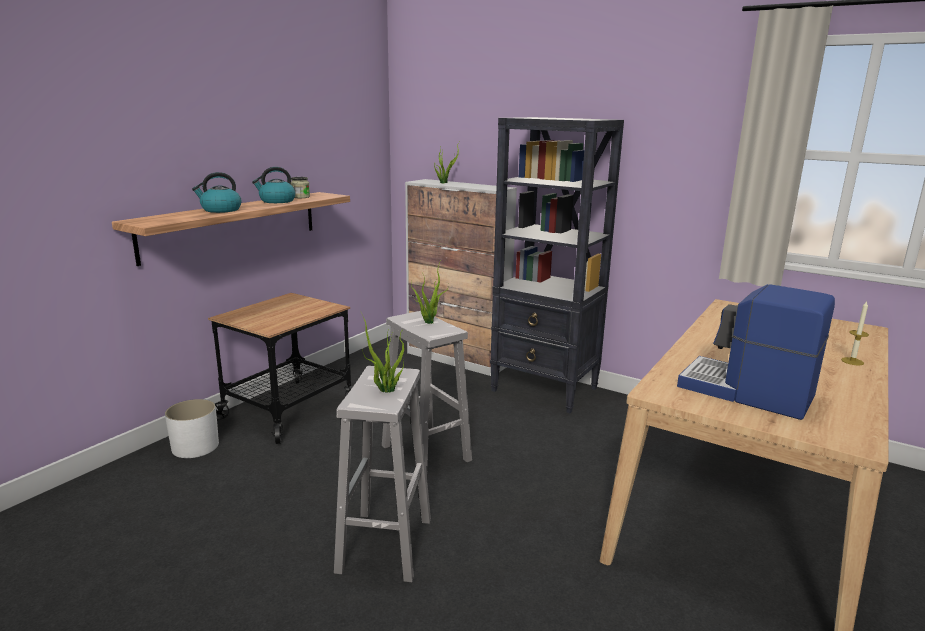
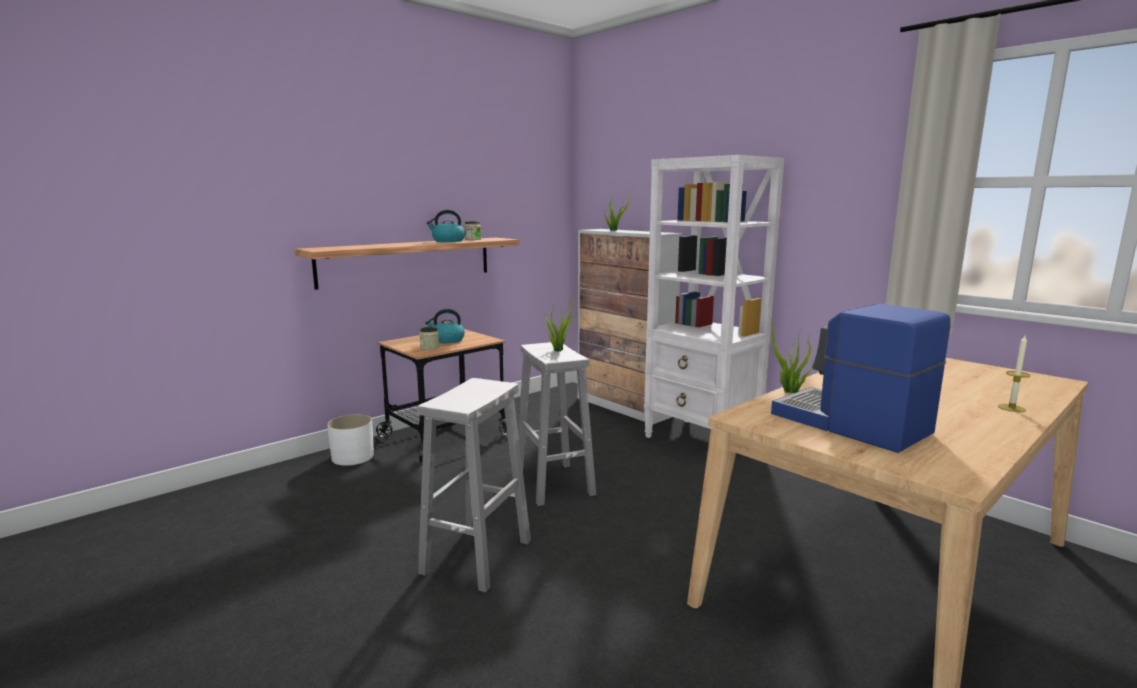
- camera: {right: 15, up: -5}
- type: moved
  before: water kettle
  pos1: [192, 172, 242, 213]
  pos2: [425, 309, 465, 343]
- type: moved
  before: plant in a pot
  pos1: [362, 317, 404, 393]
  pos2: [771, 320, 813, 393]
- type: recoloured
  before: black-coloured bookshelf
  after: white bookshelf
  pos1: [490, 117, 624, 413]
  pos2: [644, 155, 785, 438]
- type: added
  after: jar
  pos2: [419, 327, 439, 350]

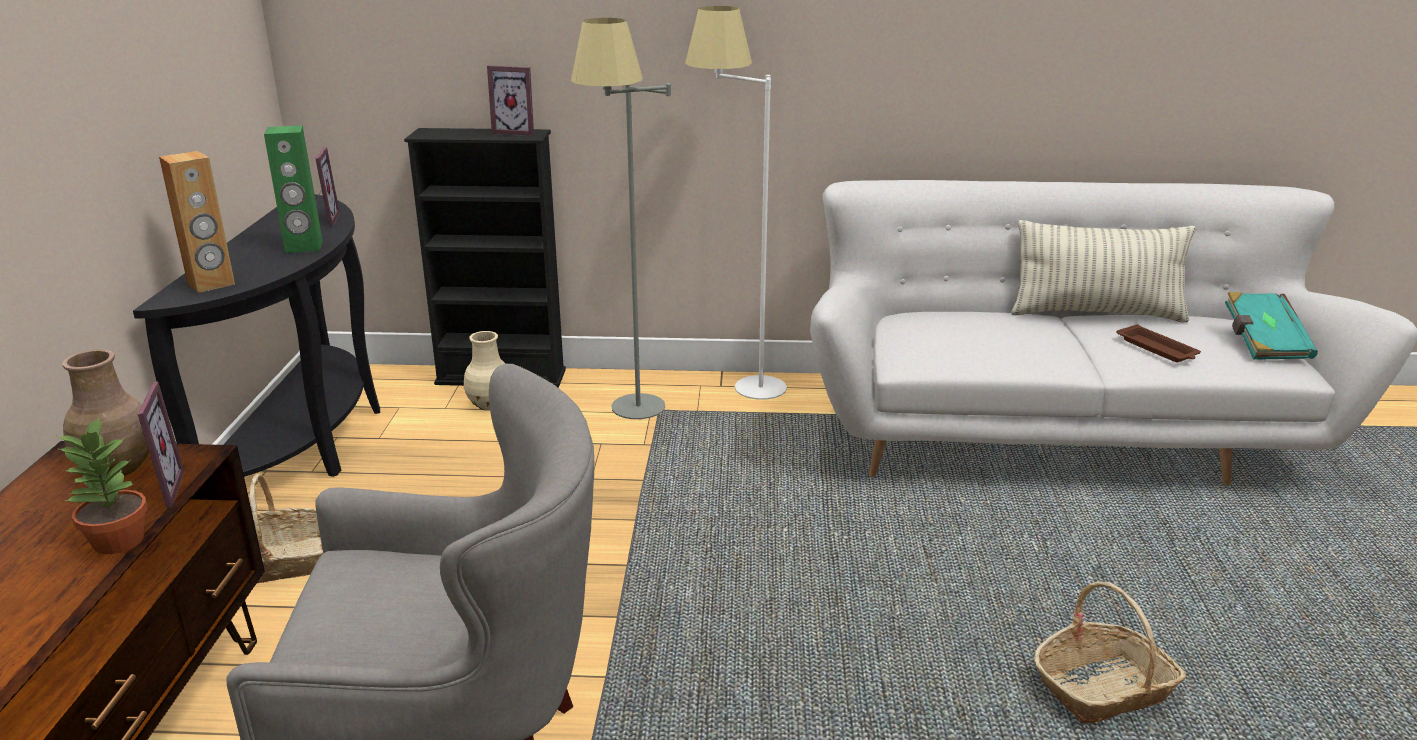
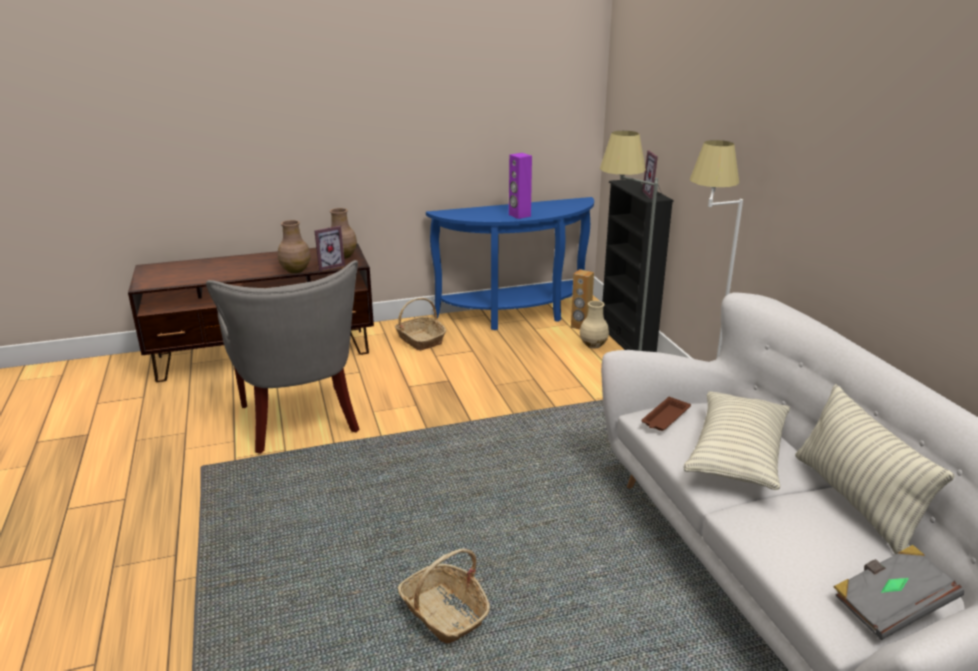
- camera: {right: 70, up: 0}
- type: replaced
  before: plant in a pot
  after: brown-coloured decorative vase
  pos1: [57, 417, 147, 555]
  pos2: [278, 220, 311, 273]
- type: recoloured
  before: black-coloured console table
  after: bluish console table
  pos1: [133, 194, 380, 477]
  pos2: [426, 197, 594, 330]
- type: moved
  before: brown-coloured audio speaker
  pos1: [159, 151, 235, 293]
  pos2: [571, 269, 594, 330]
- type: recoloured
  before: greenish audio speaker
  after: purple-coloured audio speaker
  pos1: [264, 125, 323, 253]
  pos2: [509, 153, 532, 219]
- type: removed
  before: standing frame
  pos1: [316, 147, 340, 227]
- type: moved
  before: brown-coloured serving tray
  pos1: [1116, 324, 1201, 362]
  pos2: [641, 397, 691, 431]
- type: recoloured
  before: blue-green volume
  after: gray volume
  pos1: [1225, 292, 1318, 360]
  pos2: [833, 545, 964, 640]
- type: added
  after: throw pillow
  pos2: [684, 391, 790, 490]

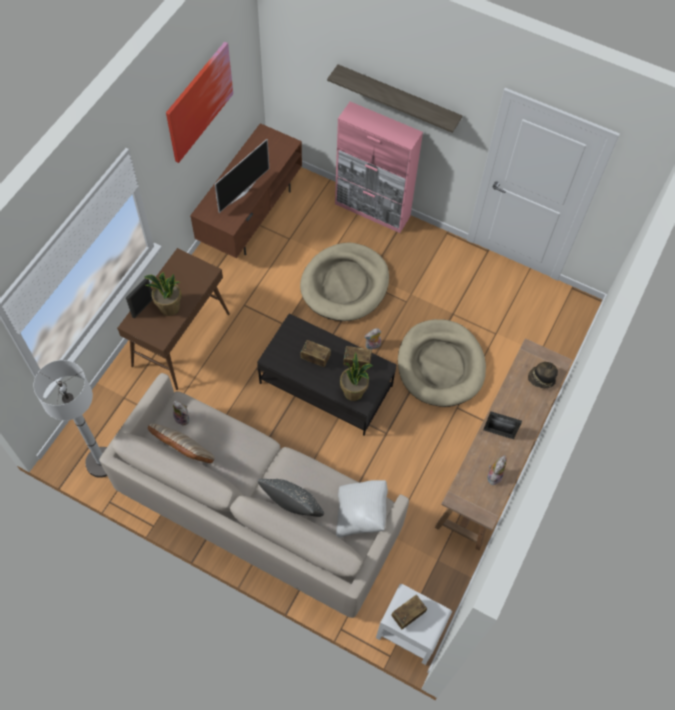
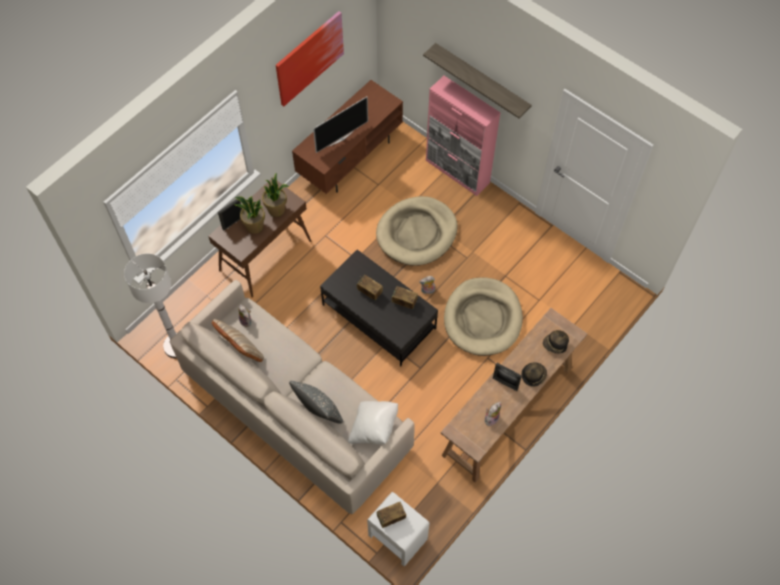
- camera: {right: 15, up: 0}
- type: moved
  before: plant in a pot
  pos1: [340, 352, 373, 401]
  pos2: [262, 173, 289, 217]
- type: added
  after: hat
  pos2: [522, 362, 547, 387]

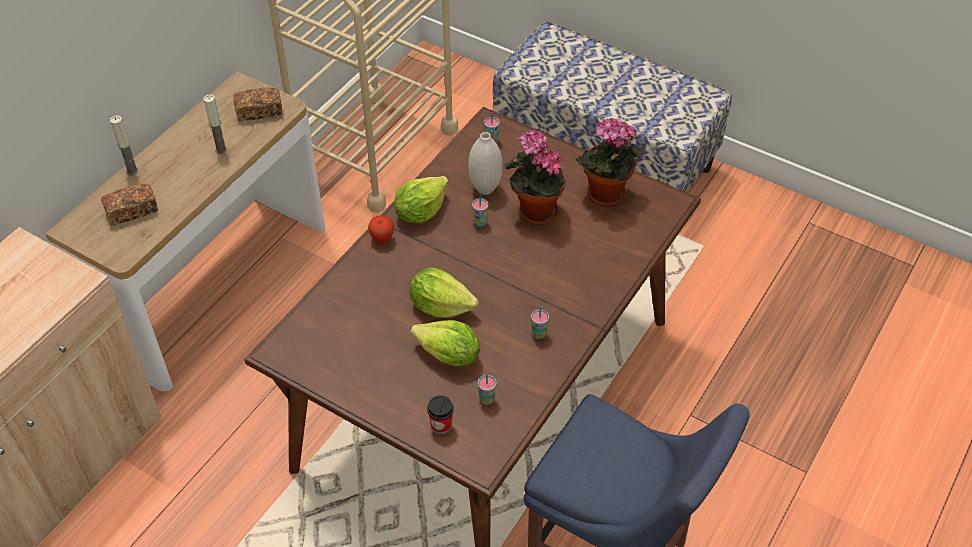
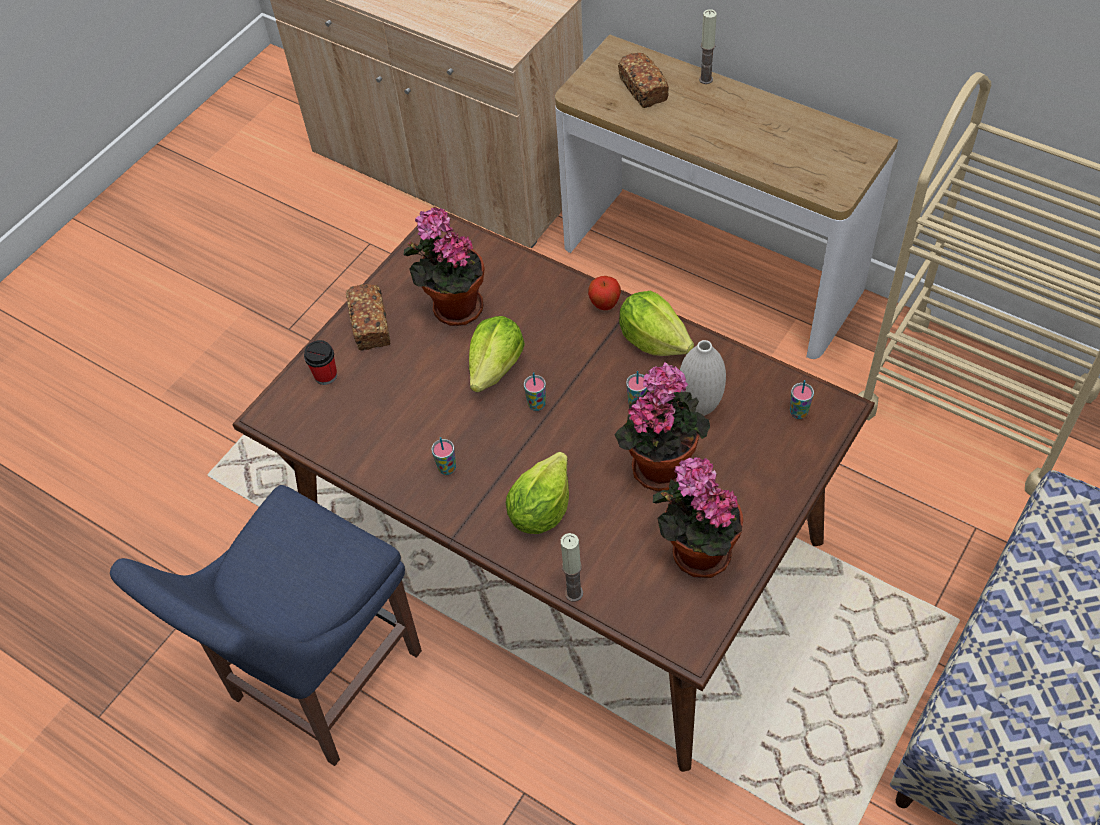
- camera: {right: 95, up: 5}
- type: moved
  before: candle
  pos1: [203, 94, 227, 154]
  pos2: [561, 533, 583, 602]
- type: moved
  before: baked bread
  pos1: [233, 87, 282, 122]
  pos2: [346, 284, 390, 350]
- type: moved
  before: lettuce head
  pos1: [411, 320, 480, 367]
  pos2: [506, 452, 569, 534]
- type: moved
  before: small cup
  pos1: [478, 373, 496, 405]
  pos2: [524, 372, 546, 411]
- type: added
  after: plant in a pot
  pos2: [404, 207, 485, 326]

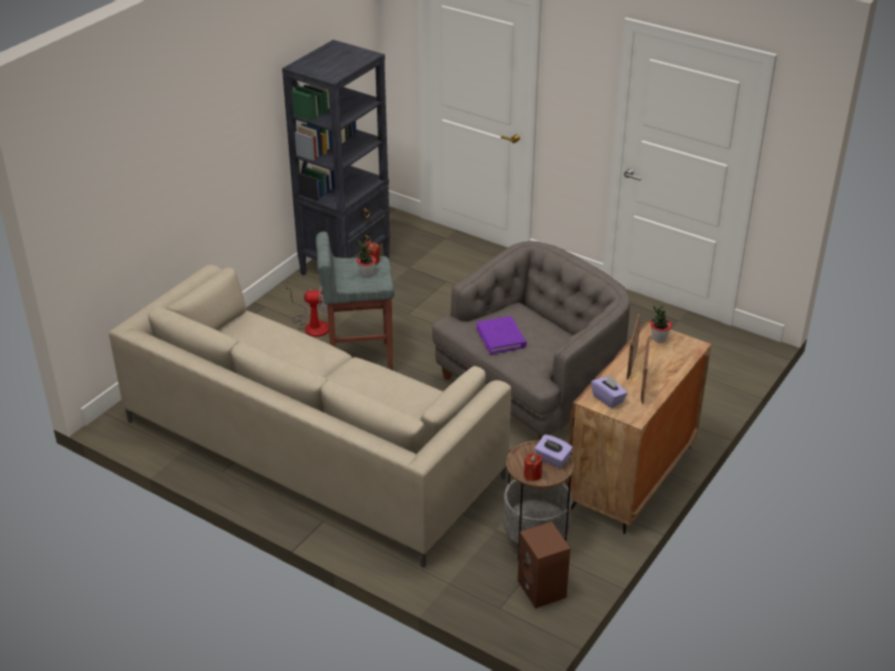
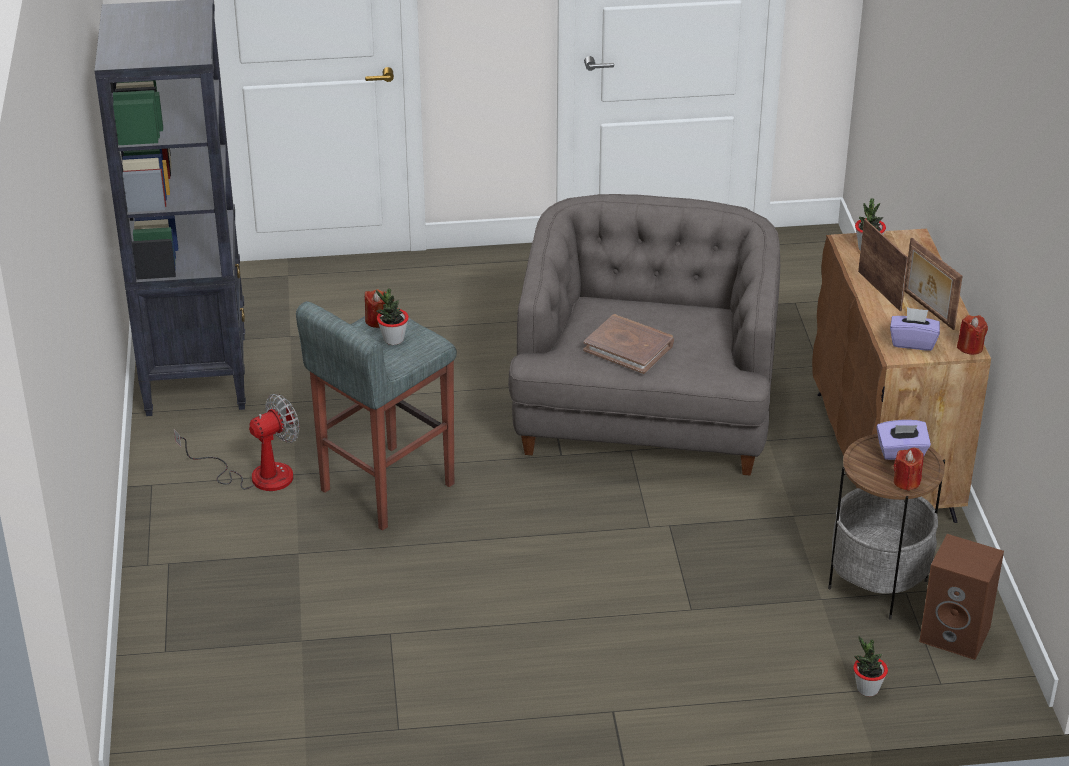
- camera: {right: -40, up: 0}
- type: removed
  before: beige-coloured sofa
  pos1: [109, 265, 511, 568]
- type: recoloured
  before: purple-coloured volume
  after: brown-coloured volume
  pos1: [476, 316, 527, 354]
  pos2: [583, 314, 674, 374]
- type: added
  after: plant in a pot
  pos2: [853, 636, 888, 697]
- type: added
  after: red candle
  pos2: [957, 315, 988, 355]

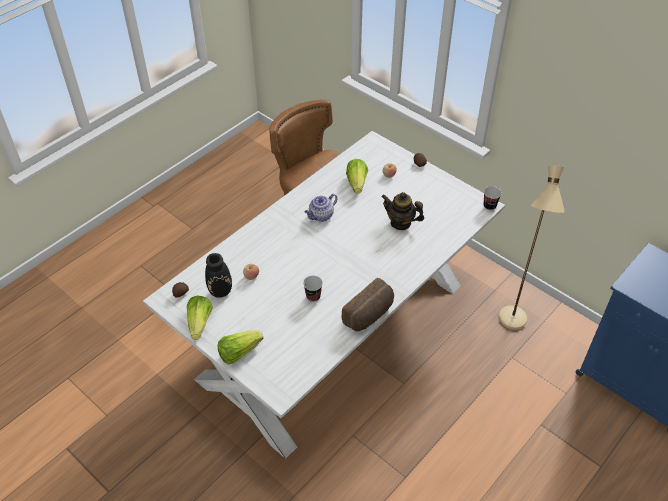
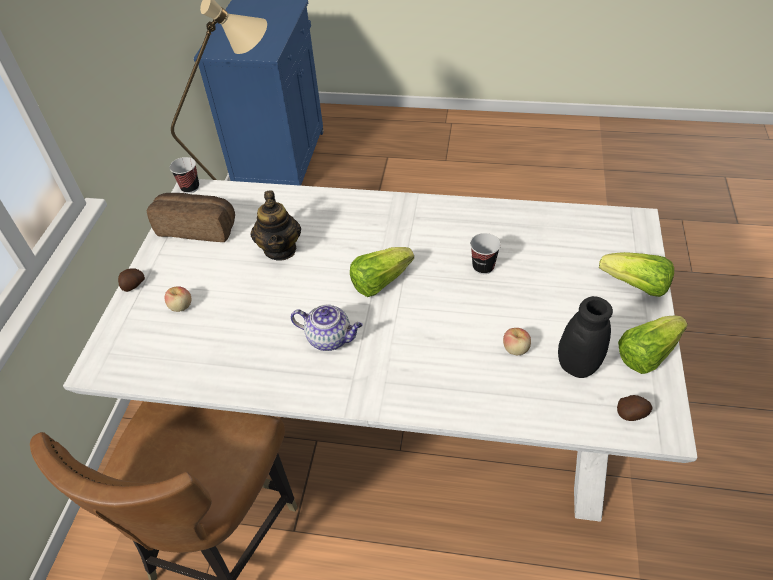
- camera: {right: -120, up: 0}
- type: moved
  before: baked bread
  pos1: [342, 278, 394, 331]
  pos2: [147, 193, 235, 242]
- type: moved
  before: lettuce head
  pos1: [346, 159, 368, 194]
  pos2: [350, 247, 414, 297]

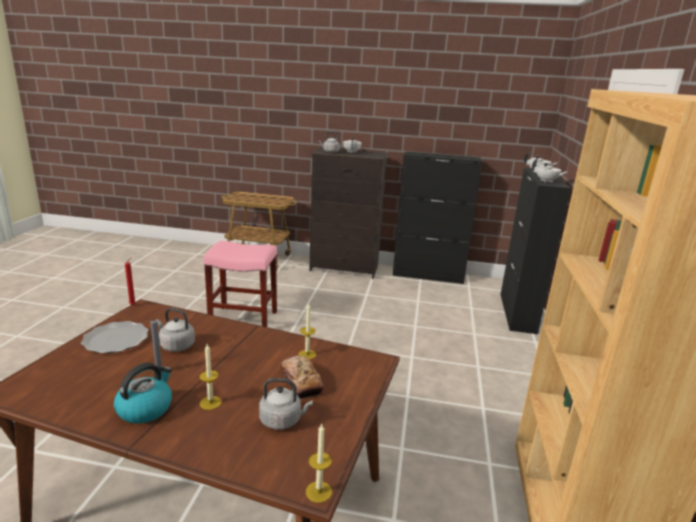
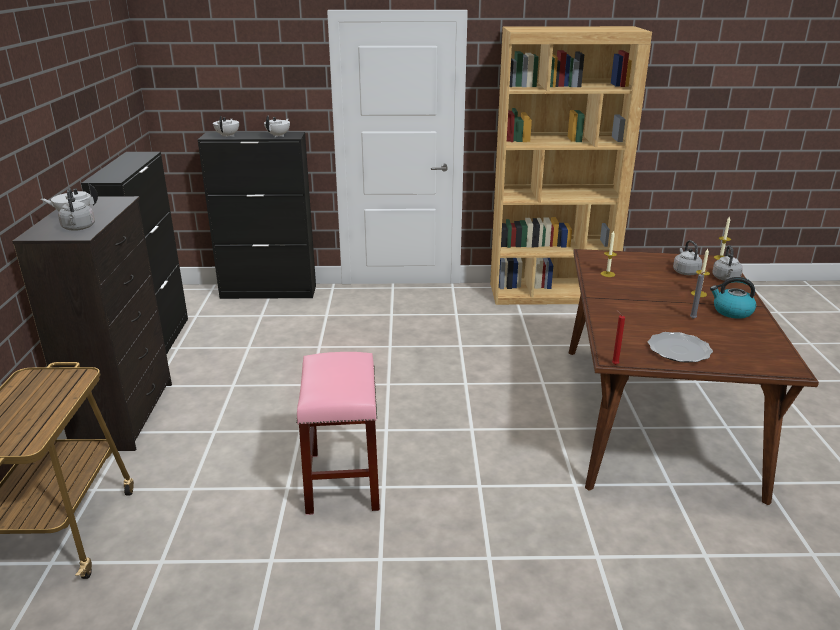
- camera: {right: -100, up: 5}
- type: moved
  before: gray water kettle
  pos1: [156, 308, 195, 352]
  pos2: [712, 245, 743, 281]
- type: removed
  before: baked bread
  pos1: [280, 356, 324, 399]

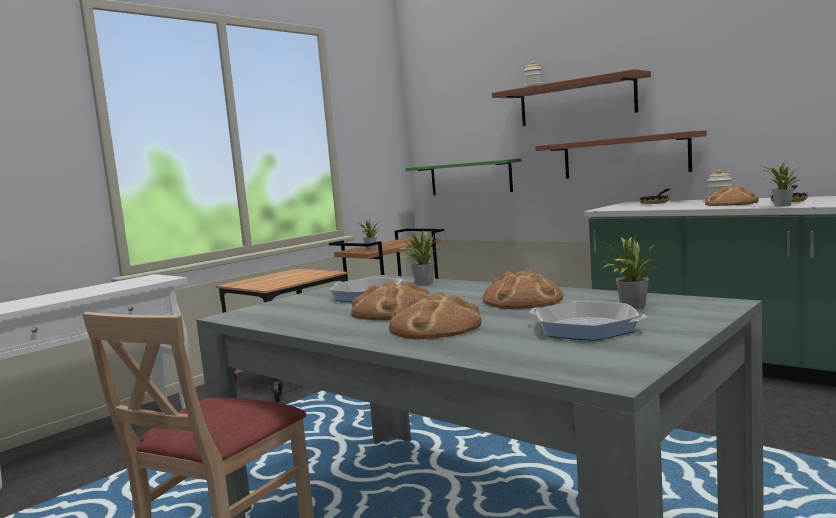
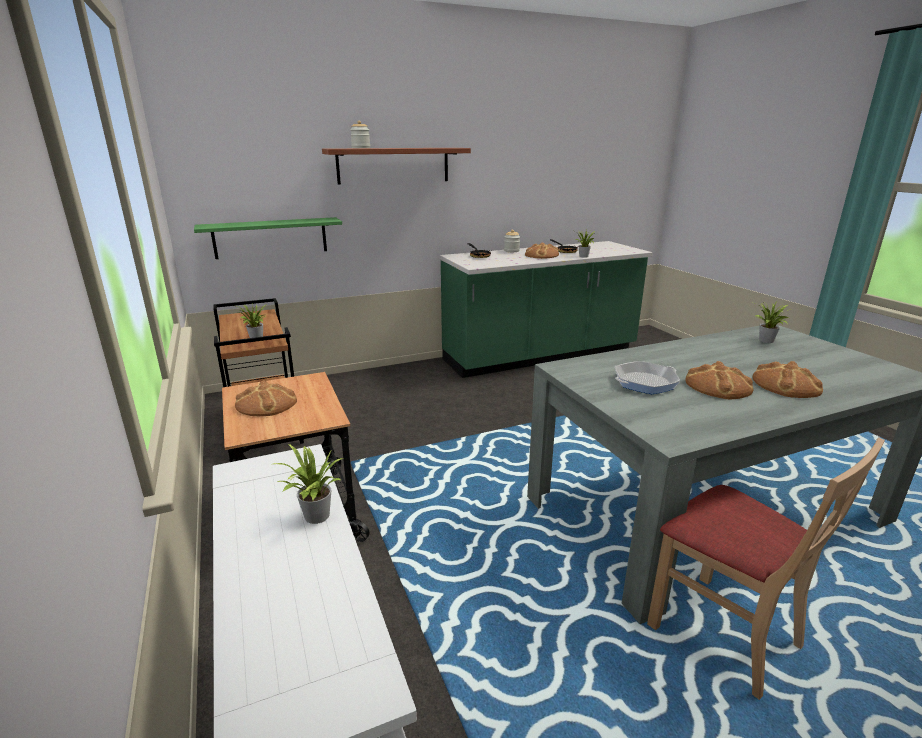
- camera: {right: -65, up: 15}
- type: moved
  before: plant in a pot
  pos1: [399, 231, 439, 285]
  pos2: [273, 444, 343, 524]
- type: moved
  before: baked bread
  pos1: [483, 269, 563, 309]
  pos2: [235, 381, 297, 416]
- type: removed
  before: pan
  pos1: [530, 301, 647, 341]
- type: removed
  before: wall shelf
  pos1: [535, 130, 707, 179]

